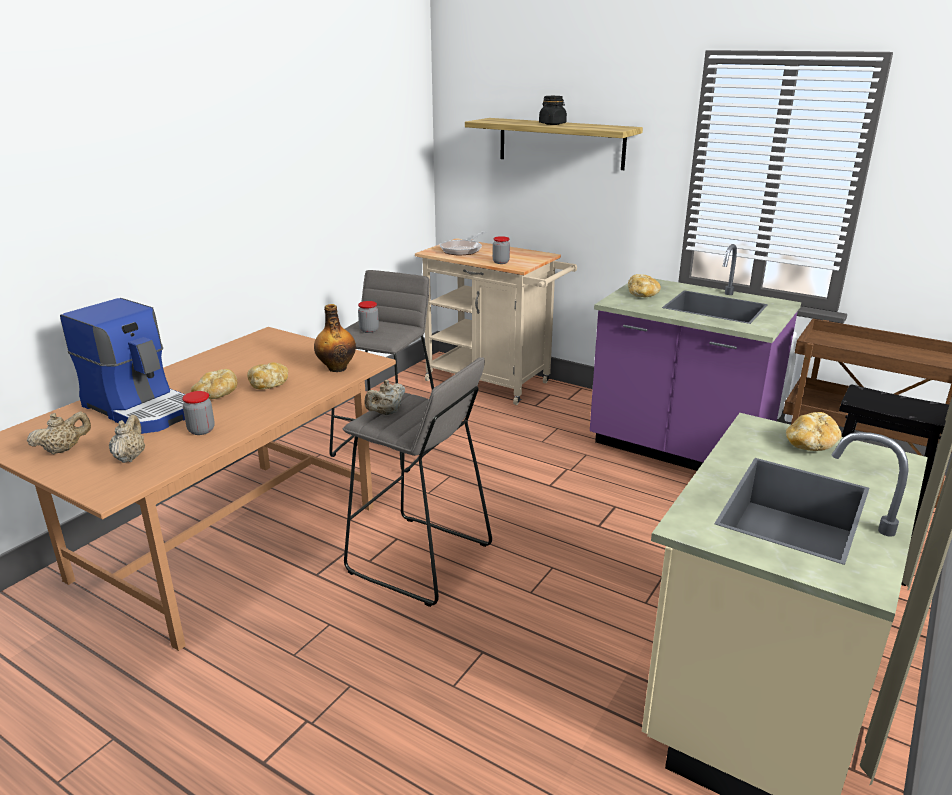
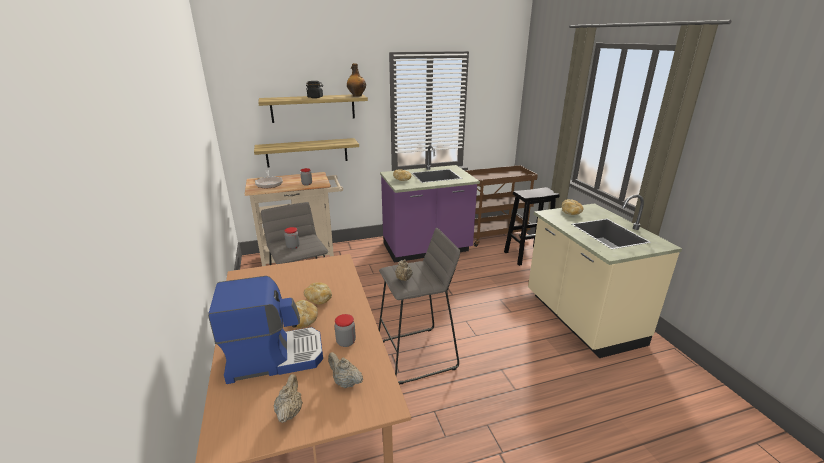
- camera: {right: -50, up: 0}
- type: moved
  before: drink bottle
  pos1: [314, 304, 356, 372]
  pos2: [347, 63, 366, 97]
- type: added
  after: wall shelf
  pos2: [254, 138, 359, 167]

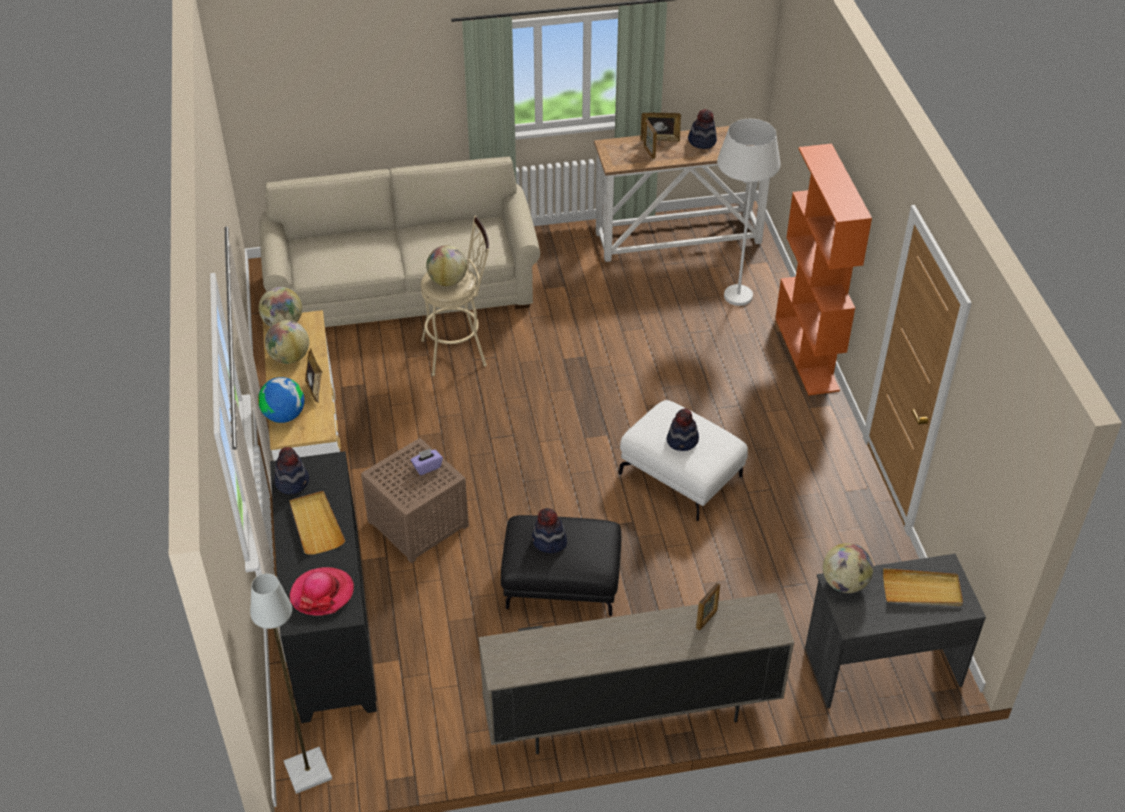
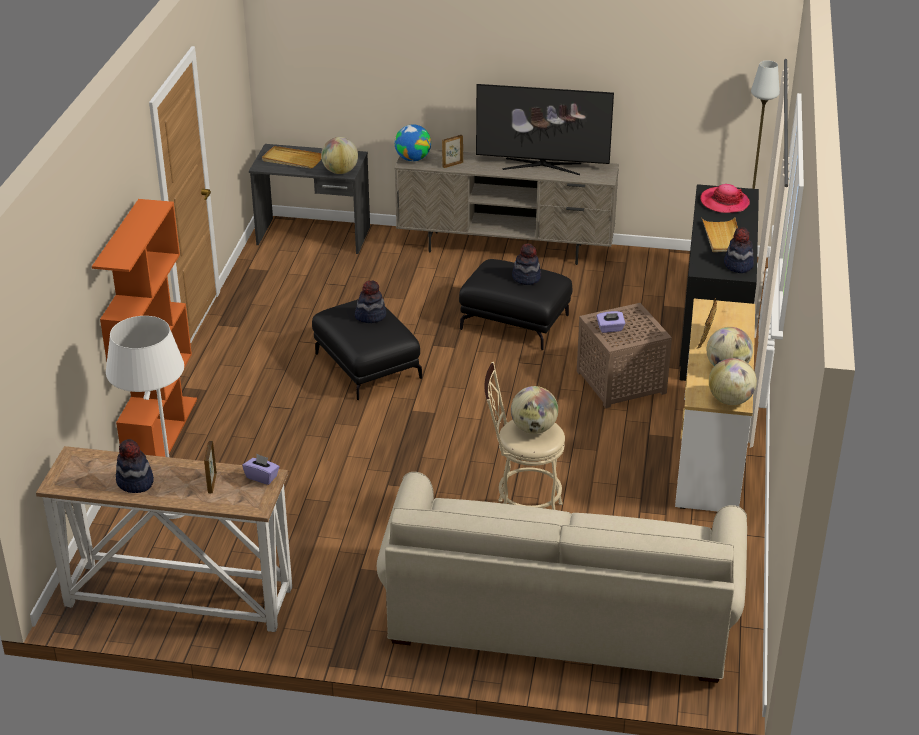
- camera: {right: -160, up: -10}
- type: moved
  before: desk globe
  pos1: [258, 377, 304, 423]
  pos2: [395, 124, 431, 161]
- type: recoloured
  before: white footrest
  after: black-coloured footrest
  pos1: [619, 400, 748, 521]
  pos2: [312, 299, 422, 400]
- type: removed
  before: standing frame
  pos1: [641, 113, 681, 142]
- type: added
  after: purple-coloured tissue box
  pos2: [242, 454, 280, 485]
- type: added
  after: TV
  pos2: [476, 84, 614, 175]

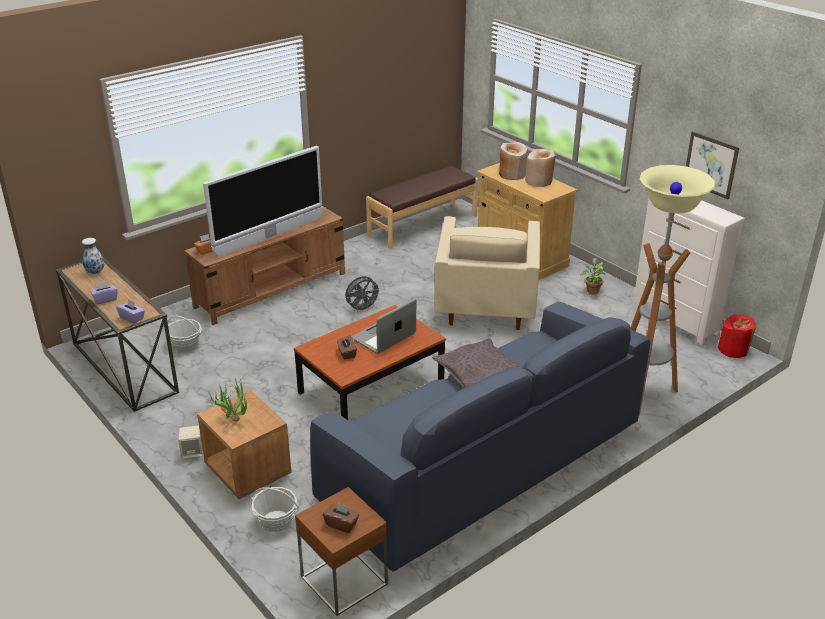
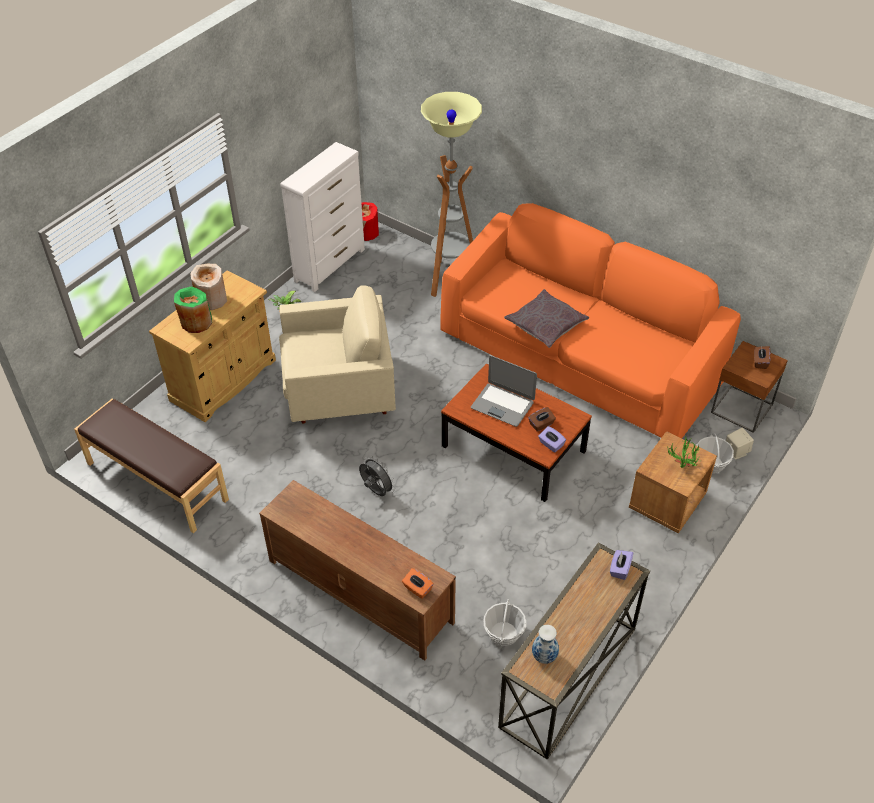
- camera: {right: -105, up: 15}
- type: moved
  before: purple-coloured tissue box
  pos1: [90, 281, 118, 304]
  pos2: [538, 426, 566, 453]
- type: moved
  before: beige-coloured audio speaker
  pos1: [178, 425, 203, 459]
  pos2: [726, 428, 754, 459]
- type: removed
  before: TV
  pos1: [203, 146, 322, 256]
- type: recoloured
  before: bluish sofa
  after: orange-coloured sofa
  pos1: [310, 302, 650, 572]
  pos2: [441, 203, 741, 438]
- type: recoloured
  before: beige-coloured decorative vase
  after: greenish decorative vase
  pos1: [499, 142, 527, 180]
  pos2: [174, 286, 212, 333]
- type: removed
  before: picture
  pos1: [686, 131, 739, 199]

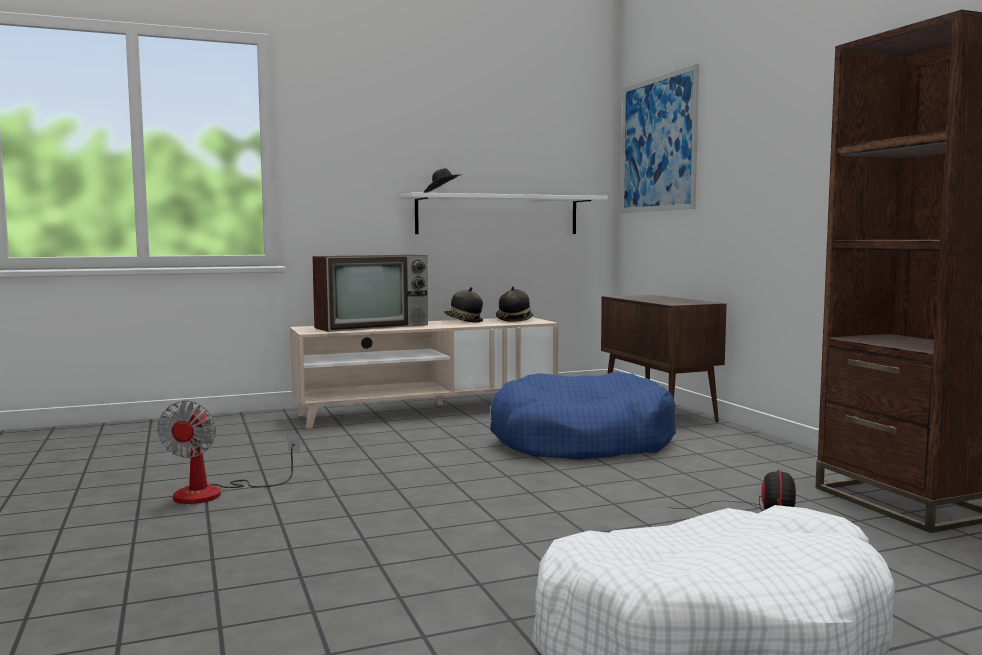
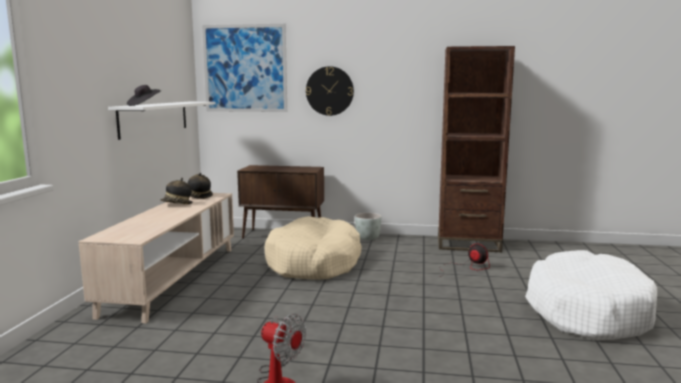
- camera: {right: -60, up: 5}
- type: removed
  before: TV
  pos1: [312, 255, 428, 332]
- type: recoloured
  before: bluish pet bed
  after: beige-coloured pet bed
  pos1: [490, 372, 676, 460]
  pos2: [264, 216, 362, 280]
- type: added
  after: clock on the wall
  pos2: [306, 66, 354, 116]
- type: added
  after: gray flower pot
  pos2: [355, 213, 382, 240]

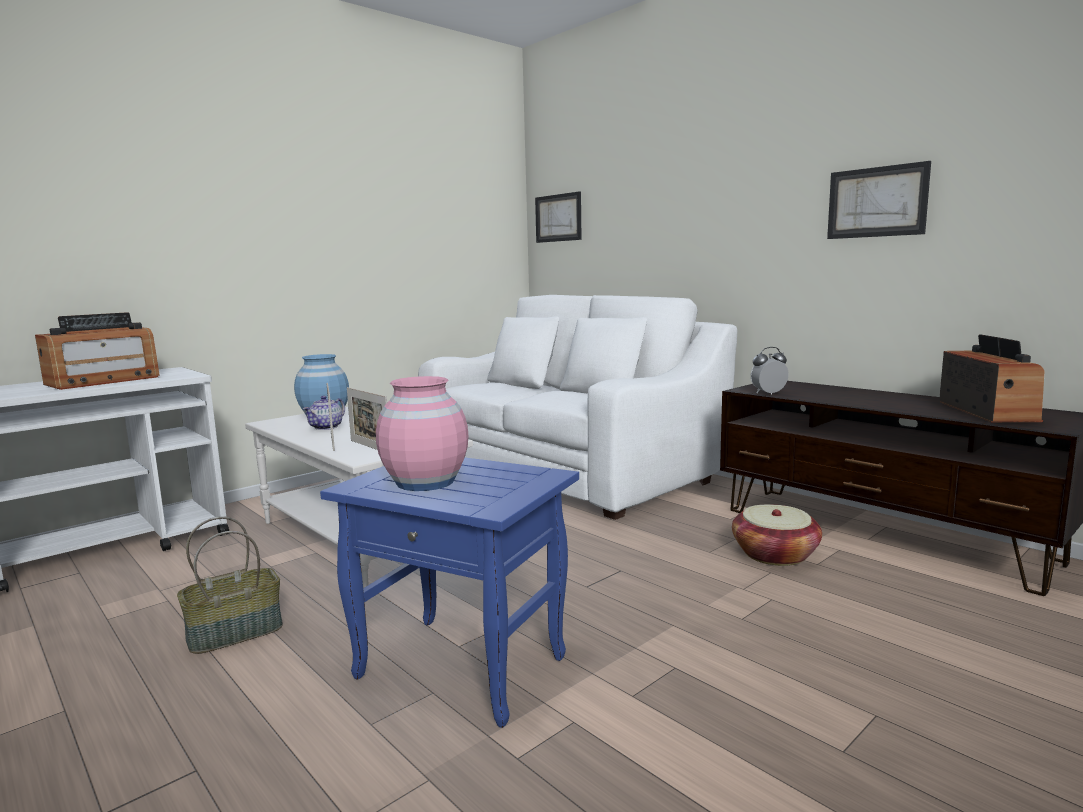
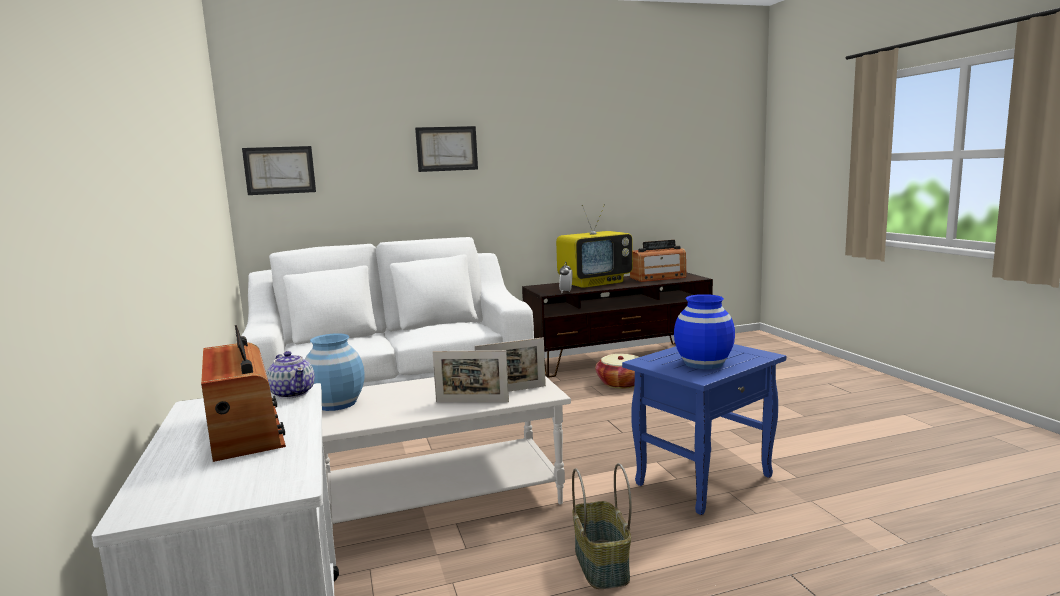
- camera: {right: -65, up: 0}
- type: moved
  before: pot for tea
  pos1: [303, 396, 345, 430]
  pos2: [266, 351, 315, 399]
- type: recoloured
  before: pinkish decorative vase
  after: bluish decorative vase
  pos1: [376, 376, 469, 491]
  pos2: [674, 294, 735, 369]
- type: moved
  before: picture
  pos1: [827, 161, 931, 239]
  pos2: [415, 126, 478, 172]
- type: turned
  before: radio set
  pos1: [939, 334, 1044, 422]
  pos2: [630, 240, 687, 282]
  turn: 135
- type: added
  after: TV
  pos2: [556, 204, 633, 288]

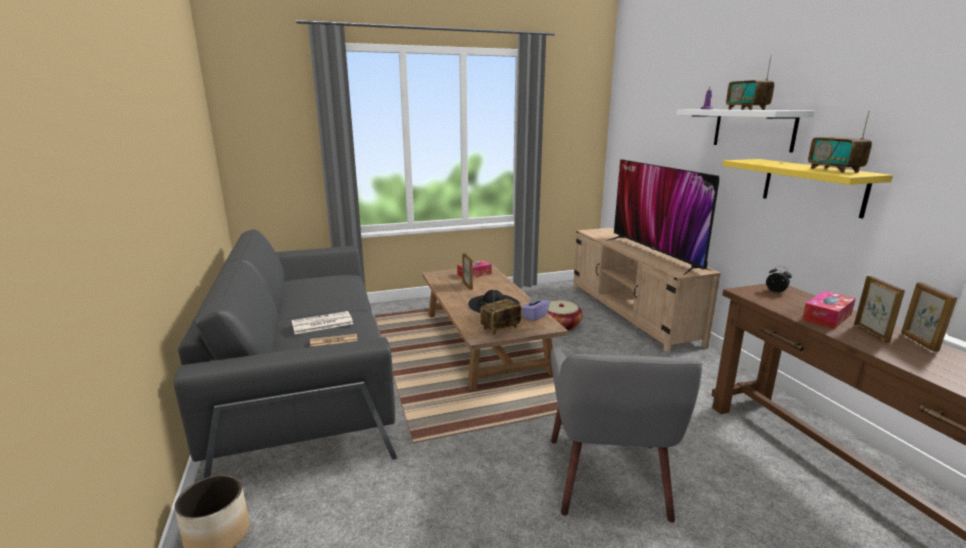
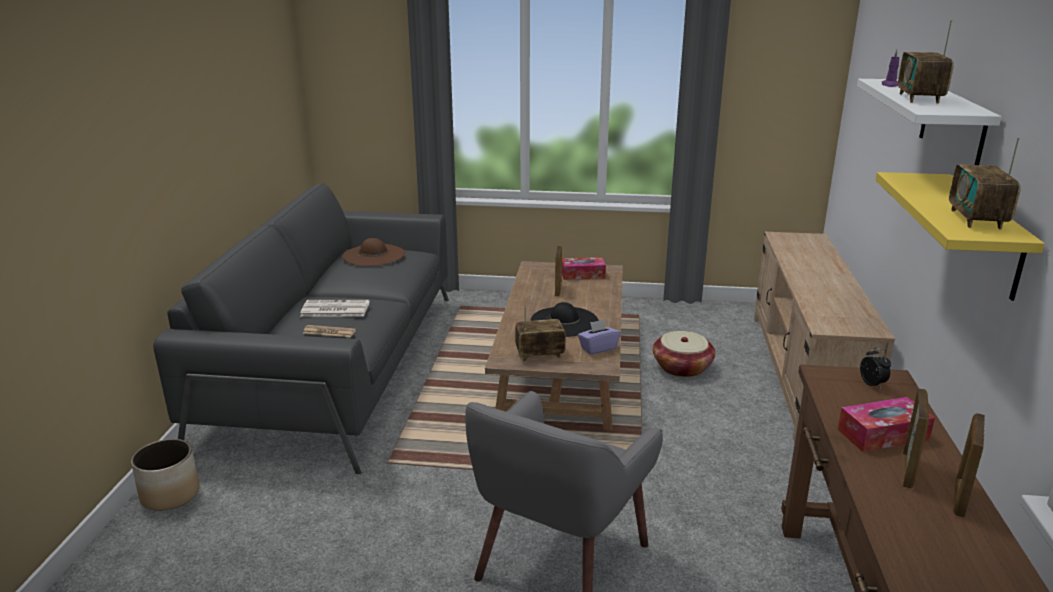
- camera: {right: 25, up: 5}
- type: removed
  before: TV
  pos1: [606, 159, 719, 275]
- type: added
  after: brown-coloured hat
  pos2: [343, 238, 405, 266]

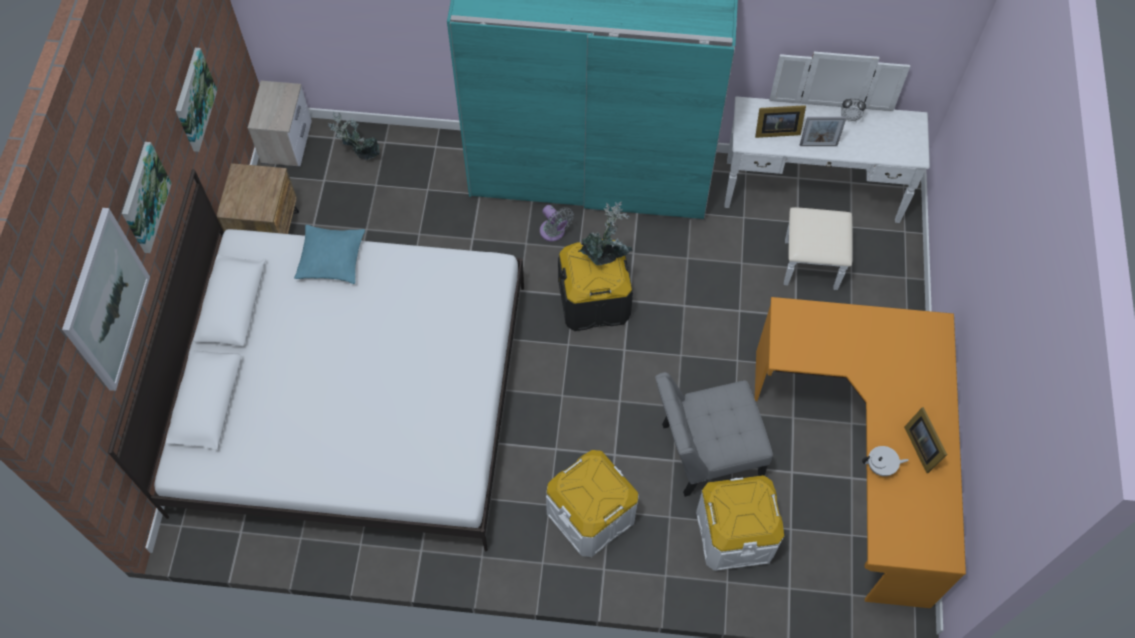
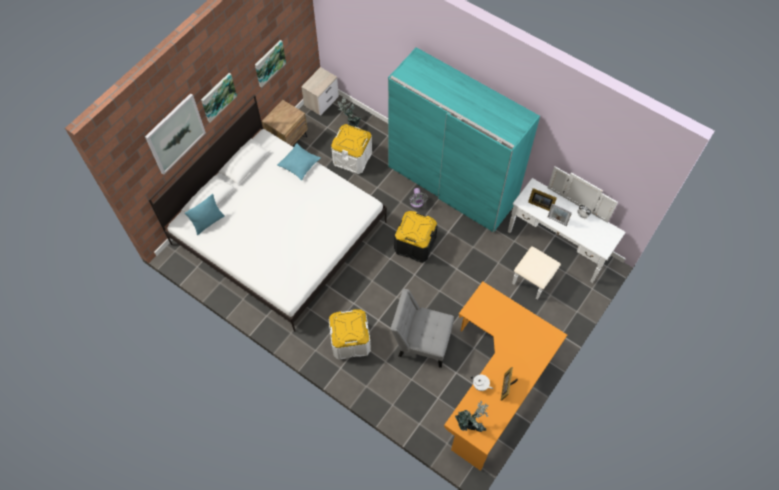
- camera: {right: 30, up: 0}
- type: moved
  before: plant in a pot
  pos1: [578, 201, 633, 265]
  pos2: [455, 401, 489, 432]
- type: moved
  before: white storage box
  pos1: [696, 475, 784, 571]
  pos2: [331, 124, 372, 174]
- type: added
  after: blue-green throw pillow
  pos2: [185, 194, 225, 235]

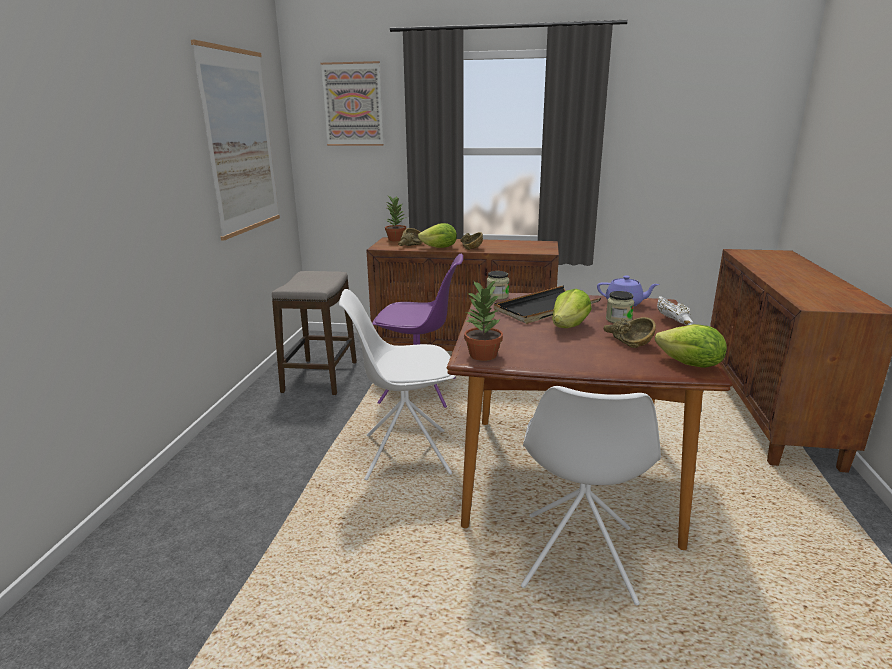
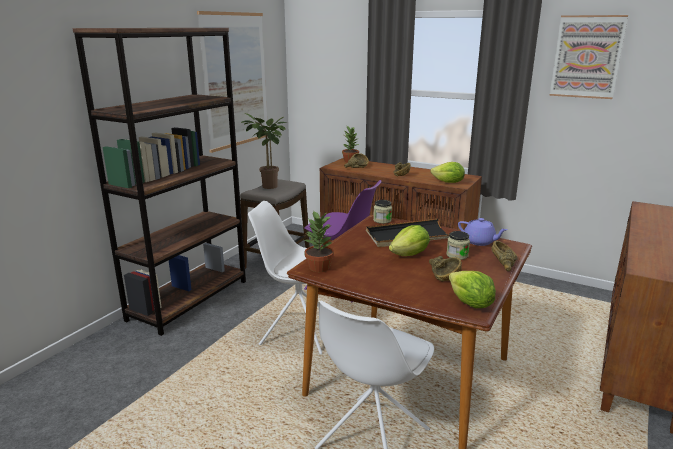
- camera: {right: 20, up: 0}
- type: moved
  before: picture
  pos1: [321, 61, 384, 146]
  pos2: [549, 15, 628, 99]
- type: moved
  before: lettuce head
  pos1: [418, 223, 457, 248]
  pos2: [431, 162, 465, 183]
- type: recoloured
  before: white deep dish
  after: brown-coloured deep dish
  pos1: [657, 296, 694, 326]
  pos2: [492, 241, 518, 271]
- type: added
  after: brown-coloured bookshelf
  pos2: [72, 28, 246, 336]
- type: added
  after: plant in a pot
  pos2: [241, 113, 287, 189]

